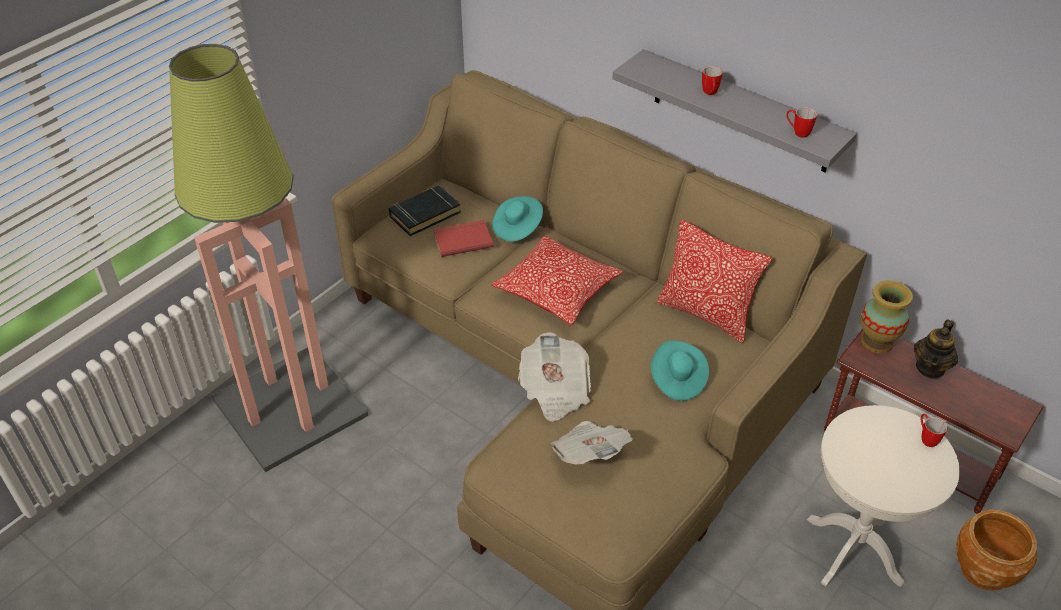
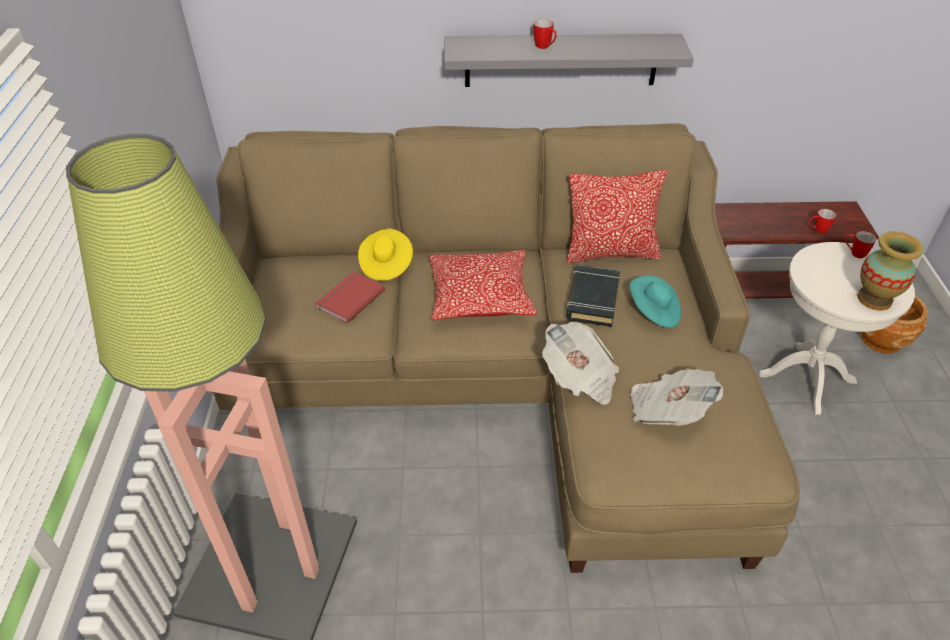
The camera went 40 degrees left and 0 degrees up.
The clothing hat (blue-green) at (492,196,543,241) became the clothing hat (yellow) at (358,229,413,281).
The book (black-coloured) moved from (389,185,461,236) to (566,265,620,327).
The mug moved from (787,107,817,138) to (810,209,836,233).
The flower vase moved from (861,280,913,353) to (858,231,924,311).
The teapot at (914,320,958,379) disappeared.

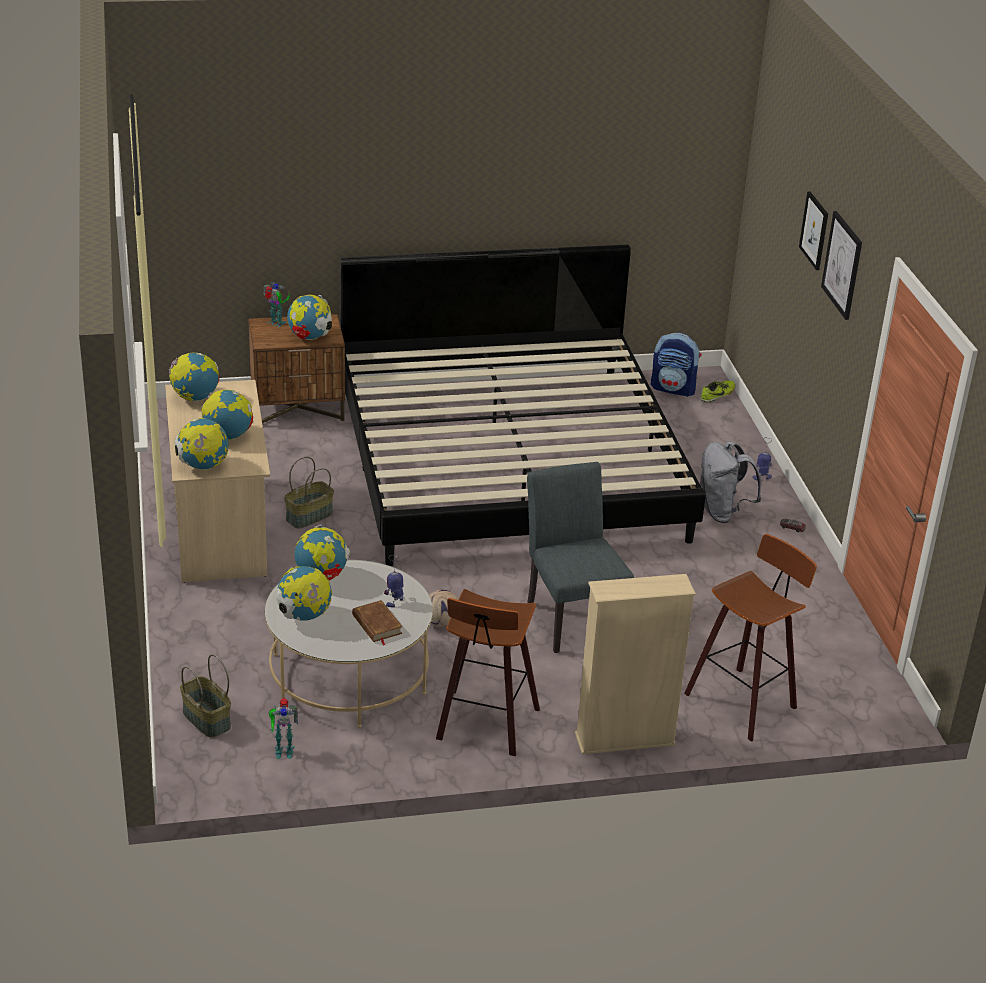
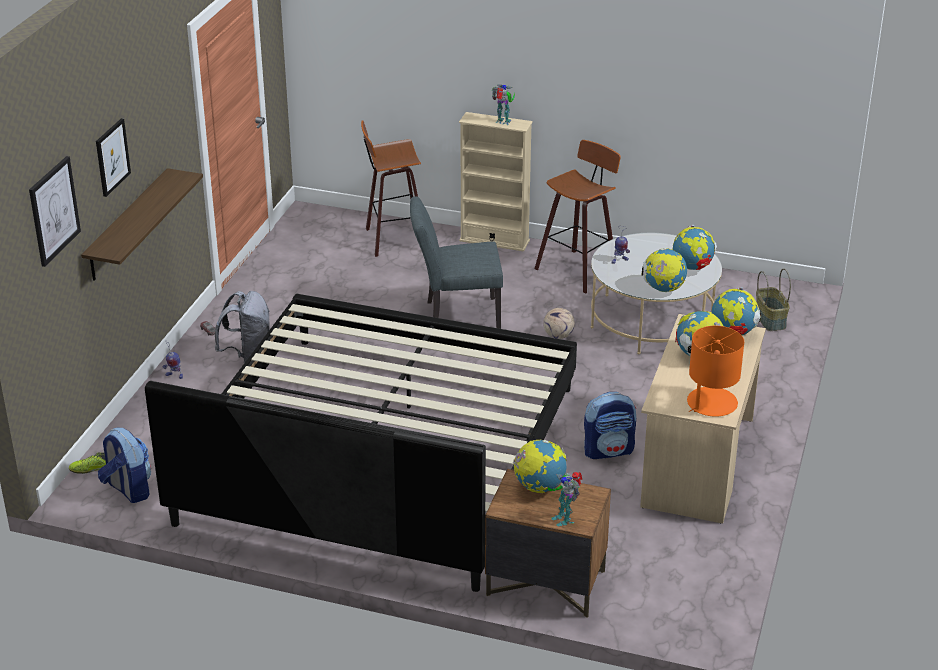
The camera went 150 degrees left and 0 degrees up.
The wall picture moved from (821,211,862,320) to (29,156,81,267).
The wall shelf at (81,168,203,281) appeared.
The upright chair (greyish) at (527,462,634,653) turned 75 degrees clockwise.
The model robot moved from (269,697,298,759) to (492,84,515,125).
The basket at (284,457,334,529) was replaced by the rucksack at (584,392,636,459).
The world globe at (169,353,220,401) was replaced by the table lamp (orangey) at (687,326,744,417).
The book (brown-coloured) at (352,600,402,645) disappeared.

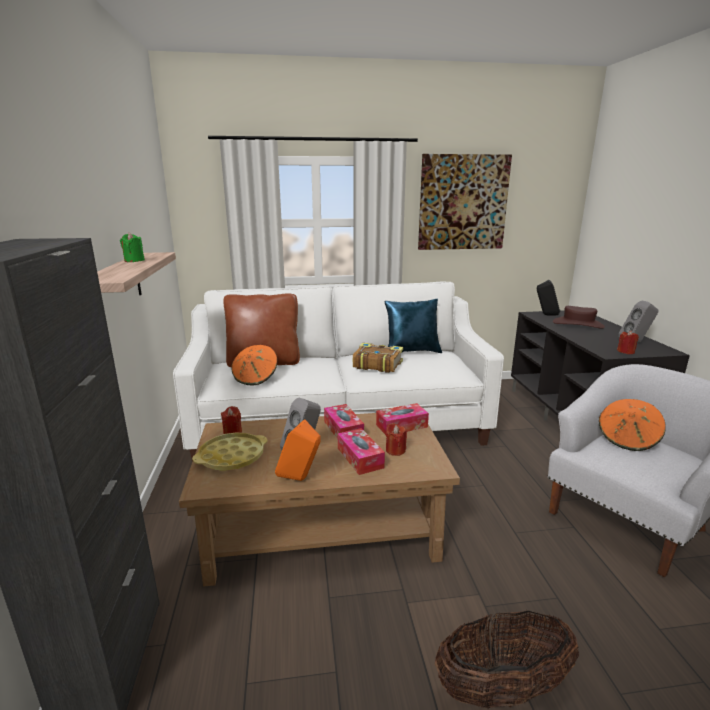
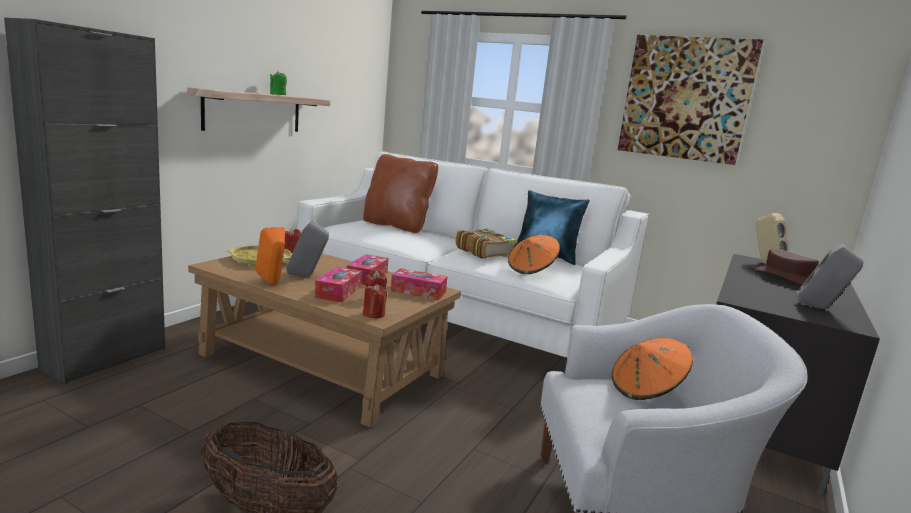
The camera went 35 degrees right and 5 degrees down.
The candle (red-coloured) moved from (617,331,639,354) to (363,284,387,318).
The clothing hat (orangey) moved from (231,345,277,385) to (508,235,560,274).
The audio speaker (black-coloured) at (537,280,561,316) became the audio speaker (beige) at (756,213,789,264).

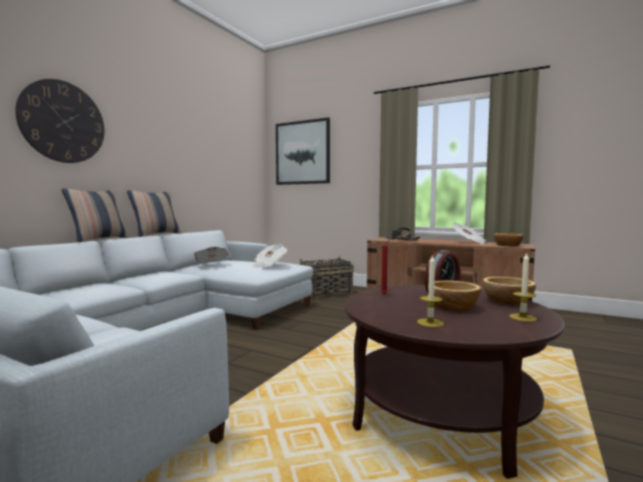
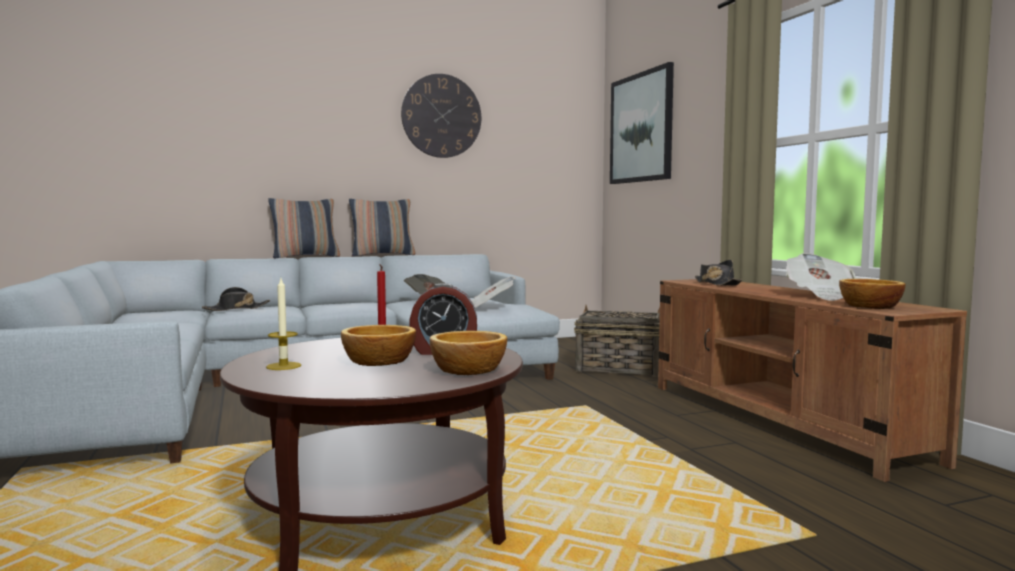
The camera went 40 degrees right and 0 degrees up.
The clothing hat (black-coloured) at (202,287,270,311) appeared.
The wall clock moved from (15,79,105,163) to (401,74,481,158).
The candle at (509,252,537,322) disappeared.

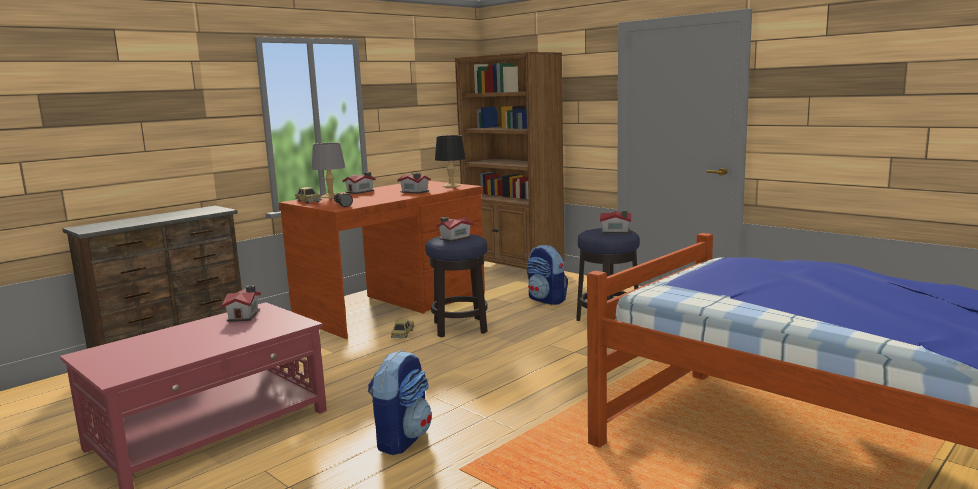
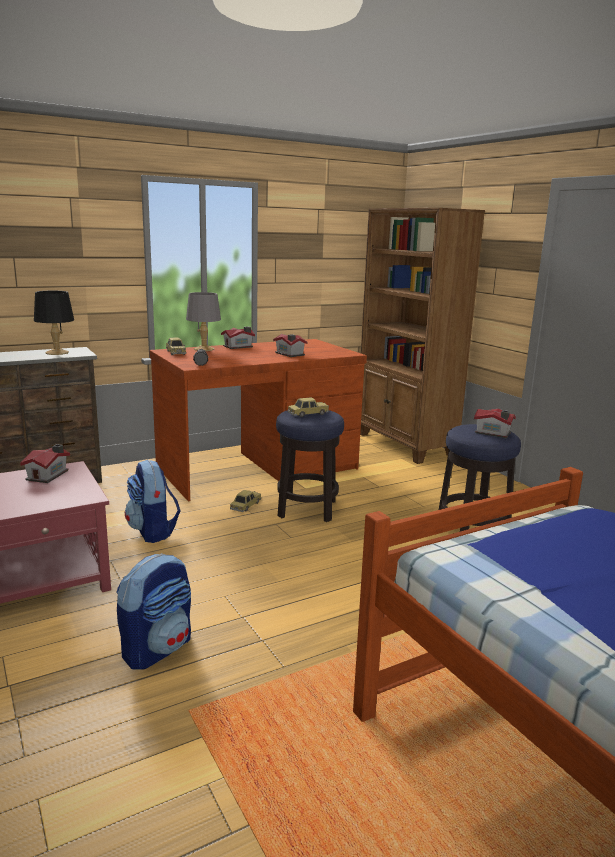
The camera went 15 degrees right and 5 degrees up.
The table lamp (black-coloured) moved from (435,135,466,187) to (34,291,74,355).
The rucksack moved from (527,245,568,305) to (125,460,180,543).
The model house at (436,217,473,242) was replaced by the model car at (288,397,329,417).

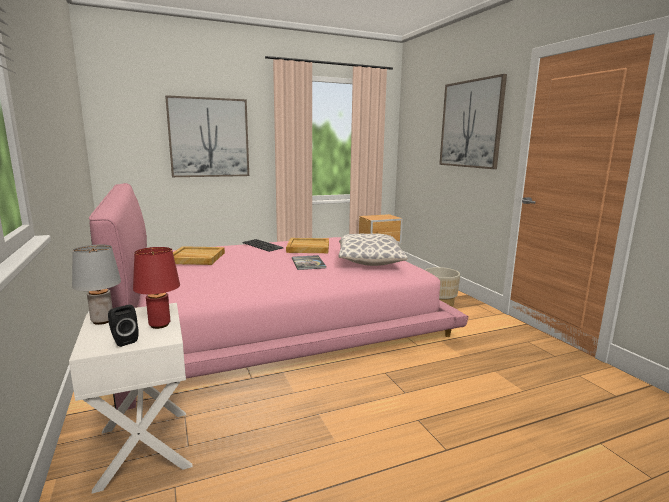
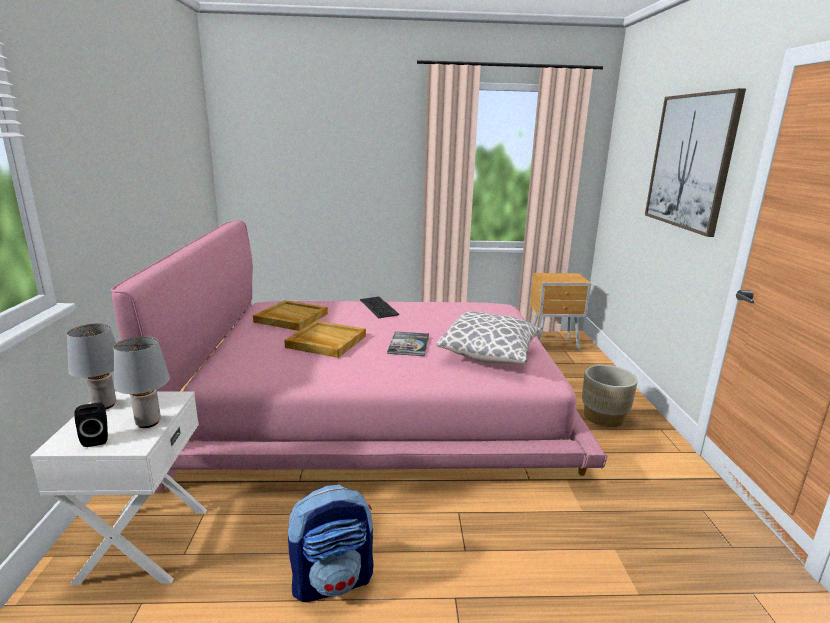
The camera went 20 degrees right and 5 degrees up.
The table lamp (red-coloured) at (133,247,180,329) became the table lamp (greyish) at (113,336,170,428).
The serving tray (beige) moved from (286,238,329,253) to (284,321,366,358).
The rucksack at (288,484,374,602) appeared.
The wall picture at (165,95,249,177) disappeared.

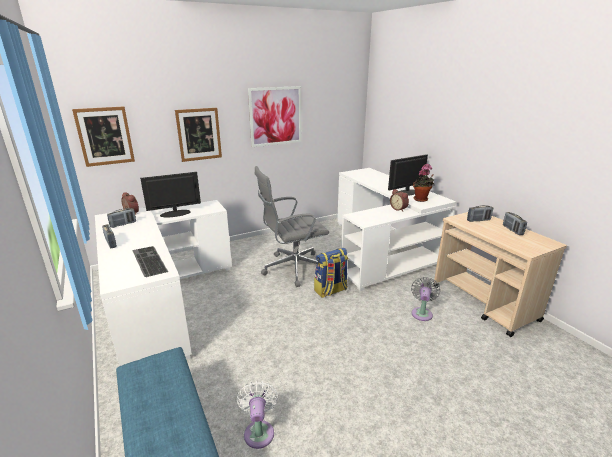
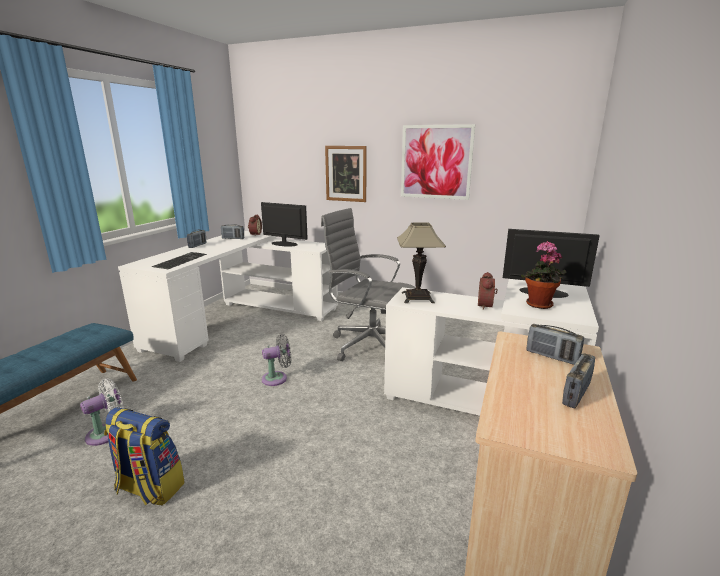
The camera went 50 degrees right and 5 degrees down.
The rucksack moved from (314,248,348,298) to (104,407,185,505).
The electric fan (greyish) moved from (411,277,440,321) to (262,334,291,386).
The table lamp at (397,222,446,303) appeared.
The wall picture at (72,106,135,167) disappeared.

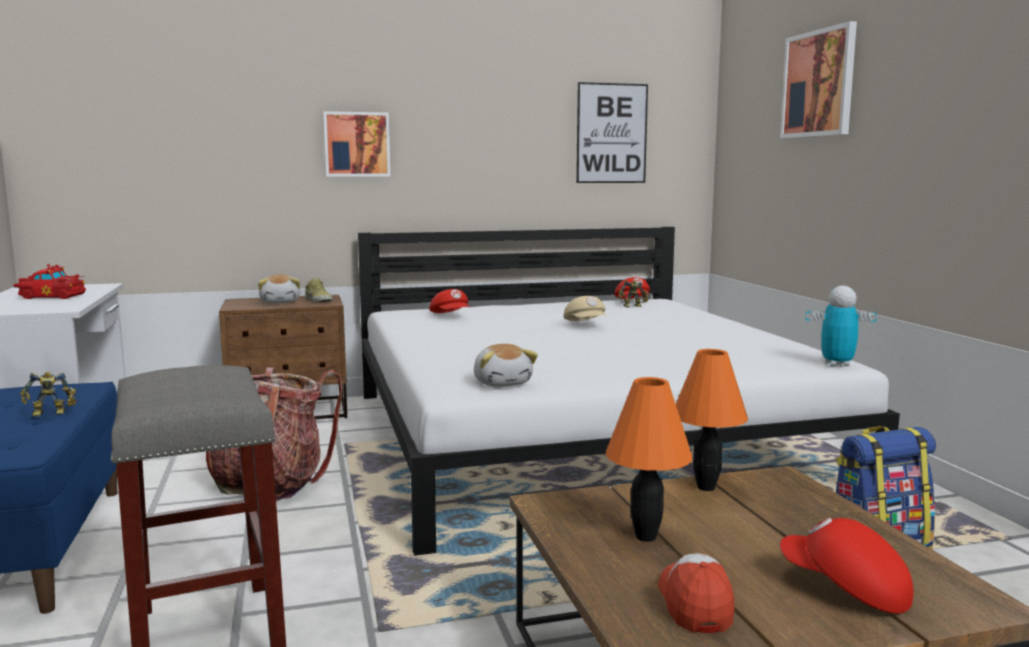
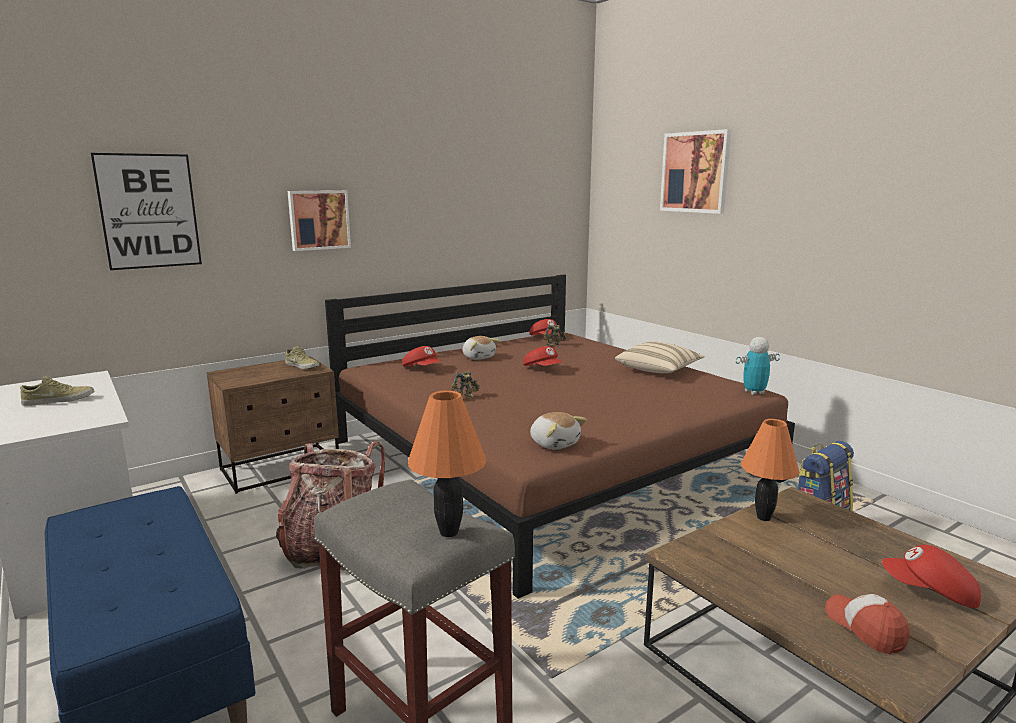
The camera went 20 degrees left and 5 degrees up.
The model car (red-coloured) at (14,264,86,299) was replaced by the shoe (beige) at (20,376,94,406).
The wall picture moved from (576,82,648,183) to (91,153,202,270).
The bed (white) at (358,227,900,556) became the bed (brown-coloured) at (325,274,795,599).
The table lamp (orangey) moved from (605,377,692,542) to (408,390,487,537).
The model robot moved from (20,372,76,417) to (451,371,480,400).
The plush toy moved from (258,274,300,303) to (462,336,499,360).
The peaked cap (beige) at (563,296,607,321) became the peaked cap (red-coloured) at (523,346,562,366).
The cushion (beige) at (615,341,705,373) appeared.

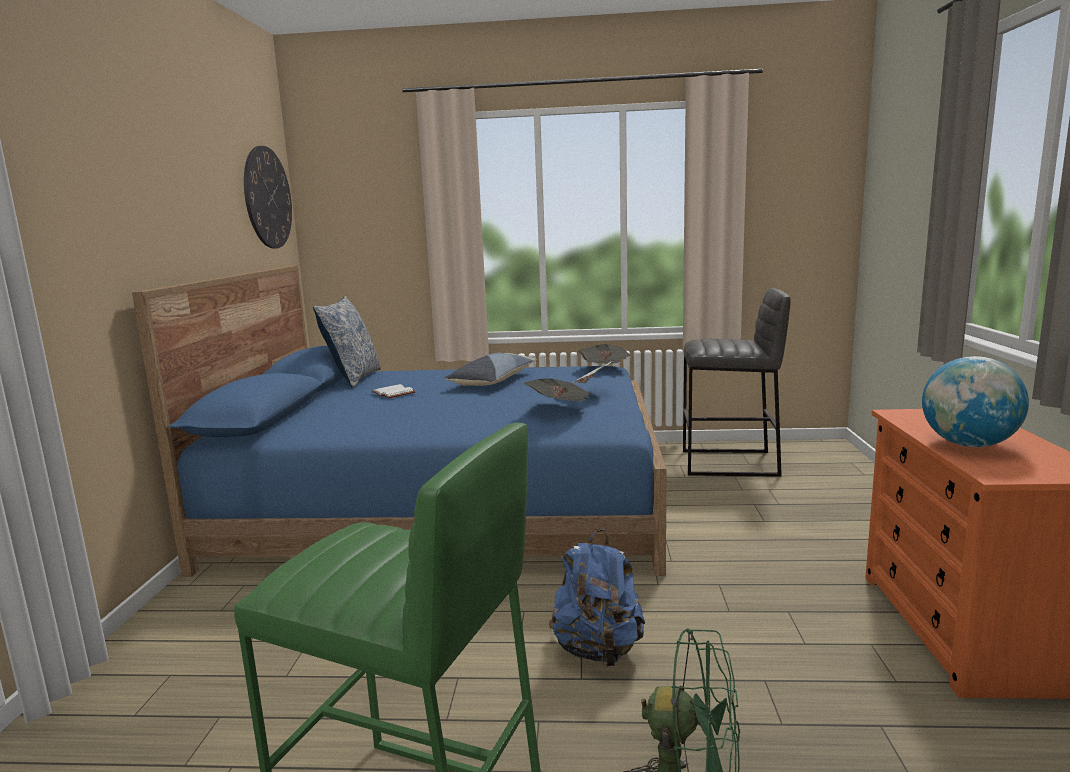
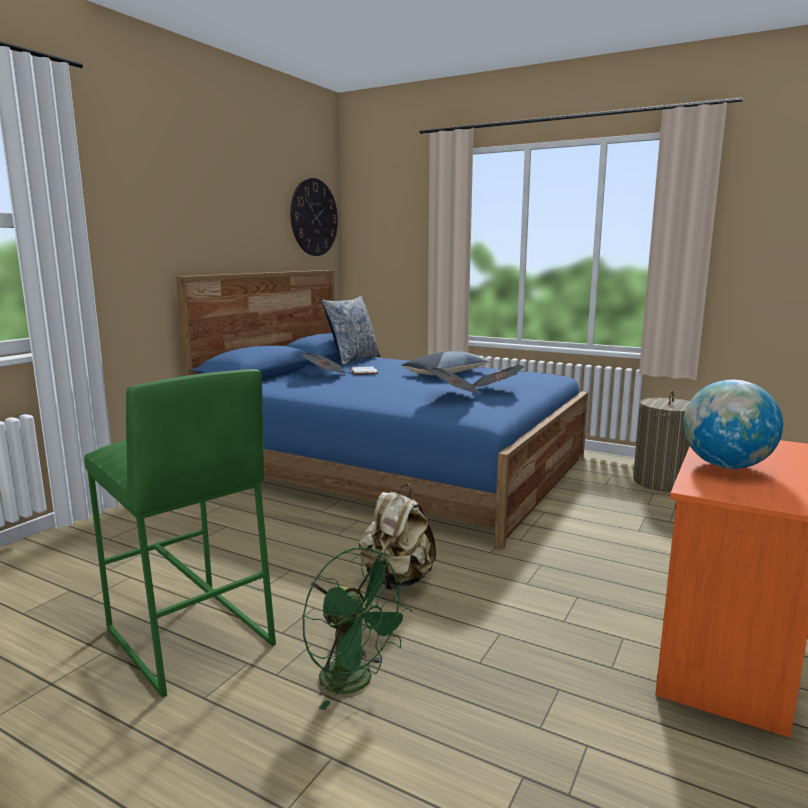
The camera went 25 degrees right and 0 degrees up.
The printed paper moved from (578,344,630,364) to (300,353,348,373).
The rucksack (blue) at (549,529,645,667) became the rucksack (beige) at (359,484,436,590).
The sitting stool (greyish) at (683,288,791,477) was replaced by the washing basket at (633,390,690,492).

